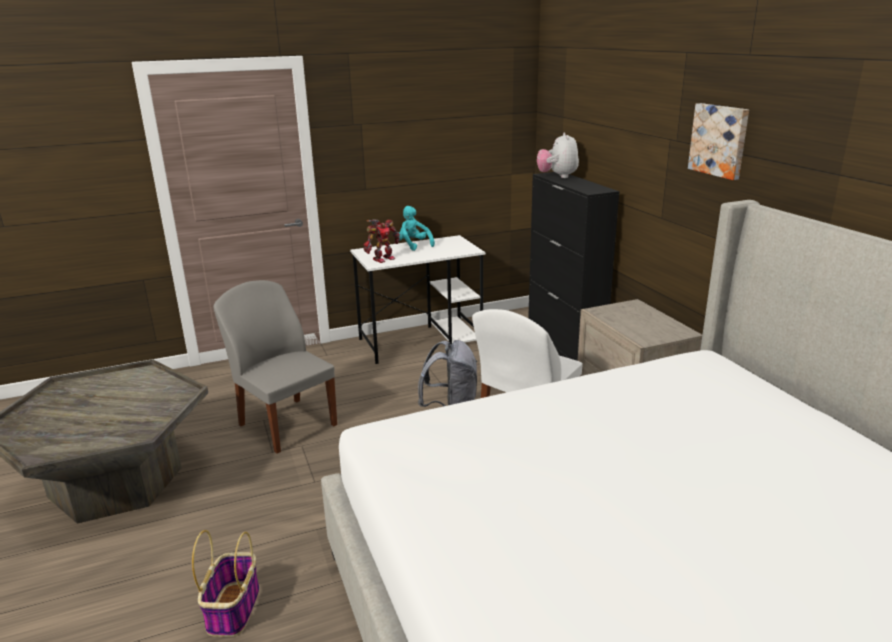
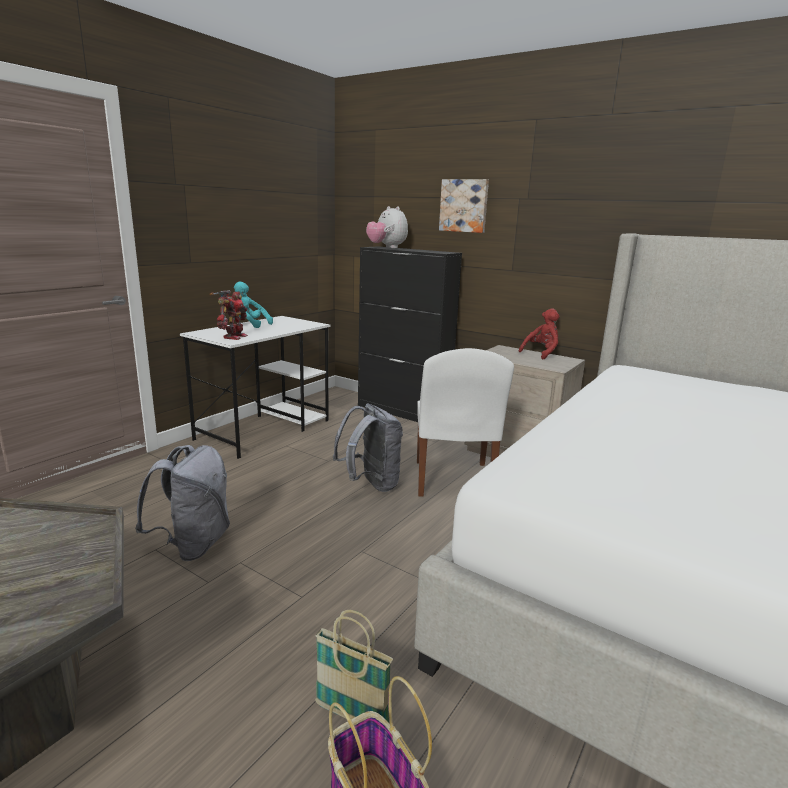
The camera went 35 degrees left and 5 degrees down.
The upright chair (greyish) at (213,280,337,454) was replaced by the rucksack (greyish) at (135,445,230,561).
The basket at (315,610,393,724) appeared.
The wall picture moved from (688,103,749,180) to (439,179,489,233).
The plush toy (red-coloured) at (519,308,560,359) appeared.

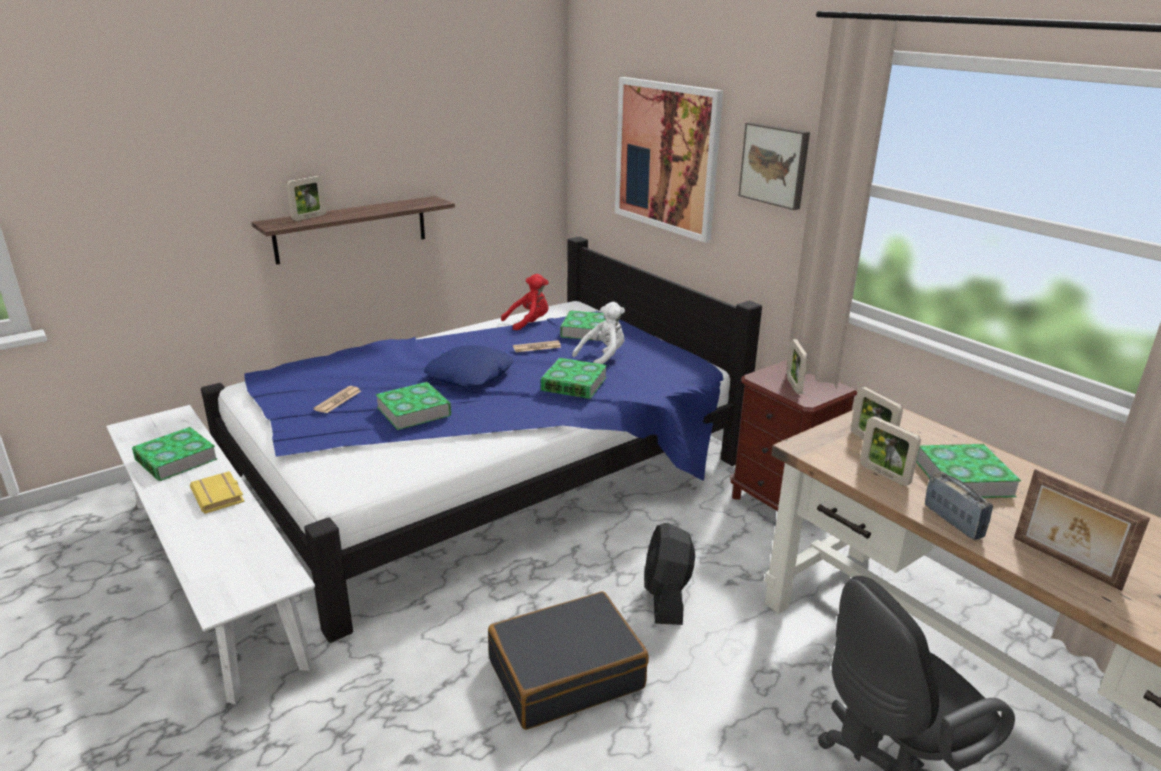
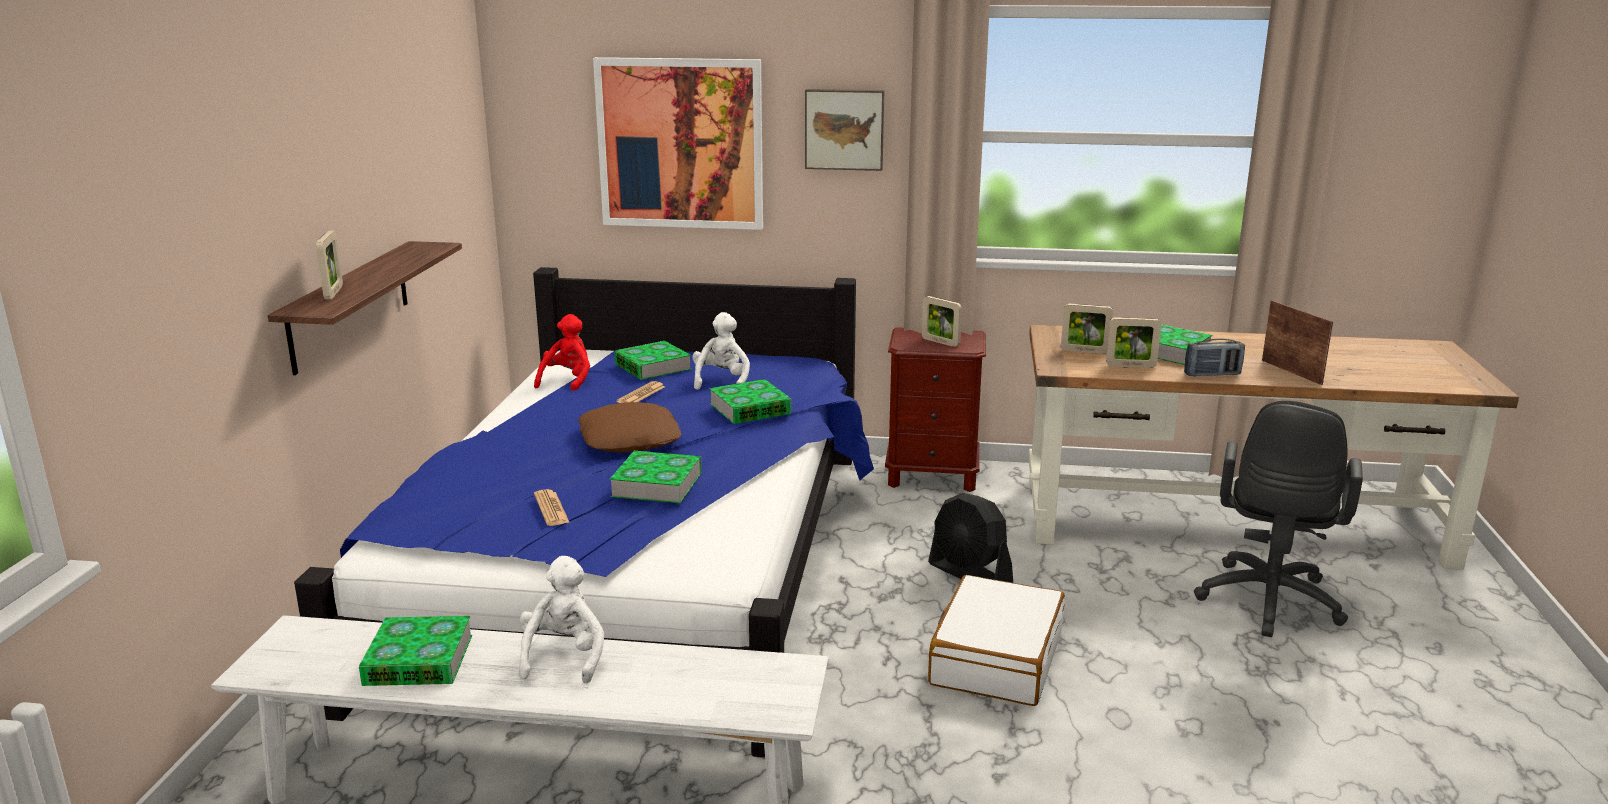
The camera went 45 degrees left and 5 degrees down.
The book (yellow) at (190,471,244,514) was replaced by the plush toy (white) at (519,556,604,684).
The cushion (blue) at (424,345,514,387) became the cushion (brown-coloured) at (578,402,681,453).
The piece of luggage (black-coloured) at (488,591,649,730) became the piece of luggage (white) at (928,575,1065,706).
The radio set at (925,471,993,540) turned 150 degrees clockwise.
The standing frame at (1014,469,1150,591) turned 120 degrees counterclockwise.

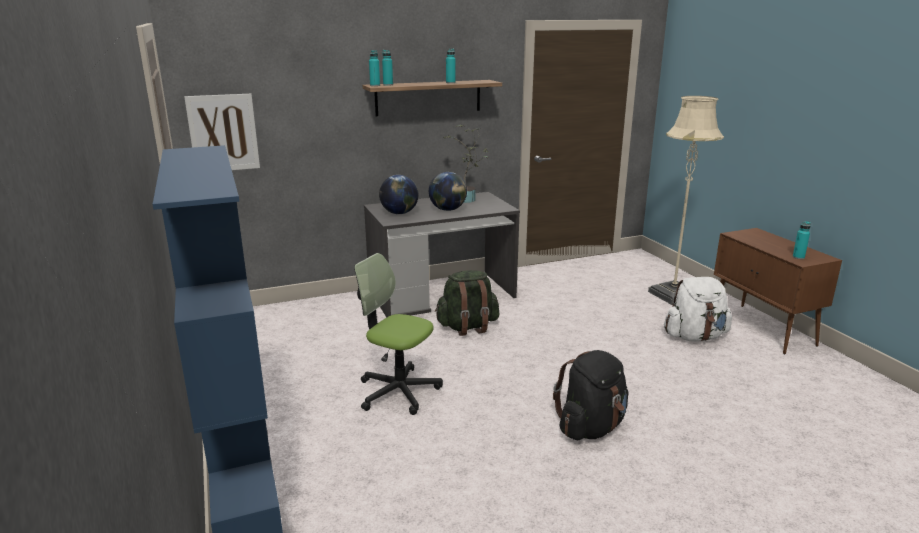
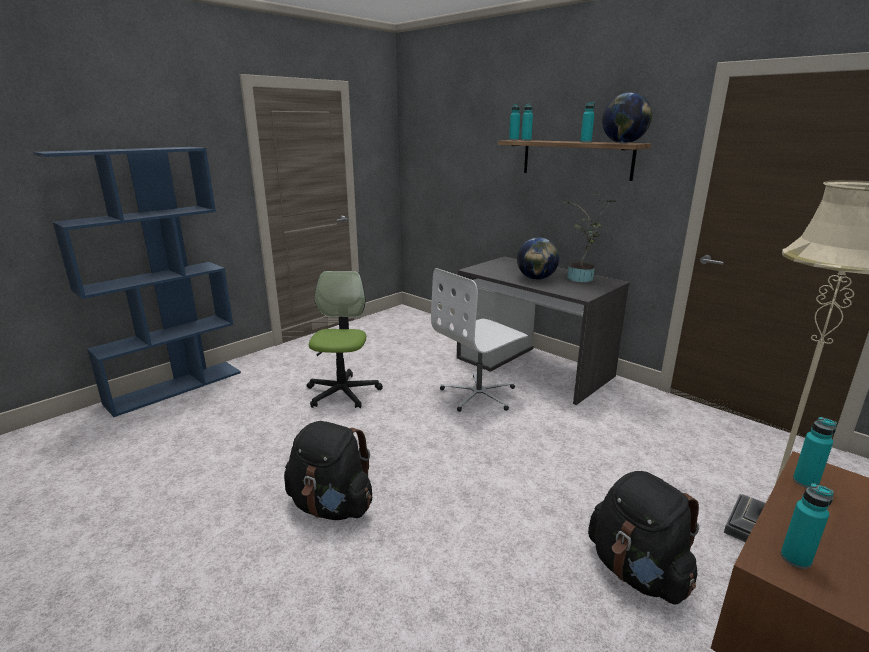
The camera went 65 degrees right and 0 degrees up.
The rucksack (green) at (435,270,499,336) was replaced by the desk chair (white) at (431,268,528,412).
The rucksack (white) at (664,277,732,342) became the rucksack (black-coloured) at (588,471,699,604).
The world globe moved from (379,175,419,214) to (602,92,652,143).
The drink bottle (blue-green) at (793,417,837,488) appeared.
The wall picture at (184,94,260,170) disappeared.

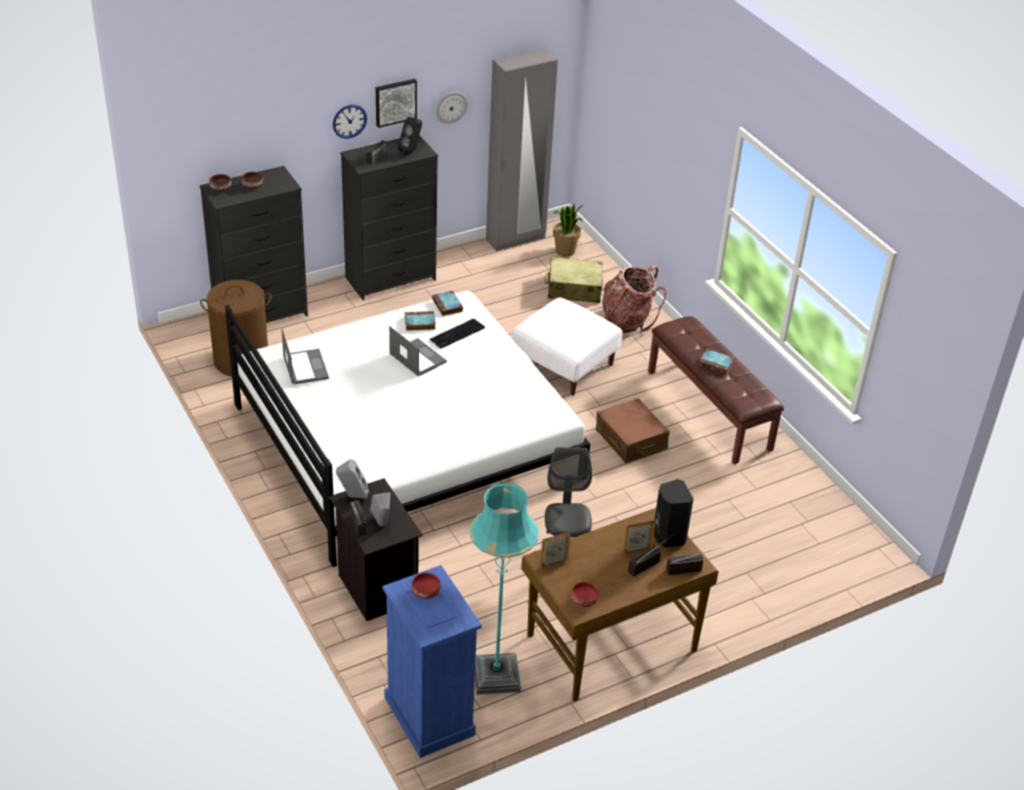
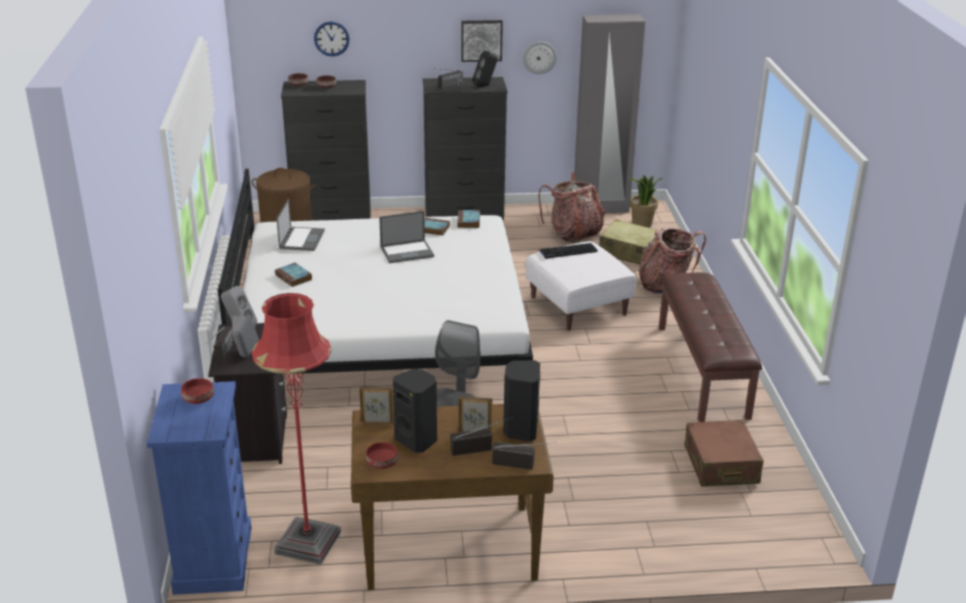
The camera went 25 degrees right and 10 degrees down.
The standard lamp (blue-green) at (470,483,539,695) became the standard lamp (red-coloured) at (252,293,341,565).
The book moved from (698,349,734,375) to (275,263,312,287).
The wall clock moved from (333,105,367,139) to (314,22,349,56).
The notebook computer at (389,326,447,377) turned 90 degrees clockwise.
The audio speaker (black-coloured) at (393,369,437,453) appeared.
The rucksack at (538,173,605,244) appeared.
The computer keyboard moved from (430,319,485,349) to (540,243,597,259).
The piece of luggage (brown-coloured) moved from (596,398,670,463) to (685,420,764,487).

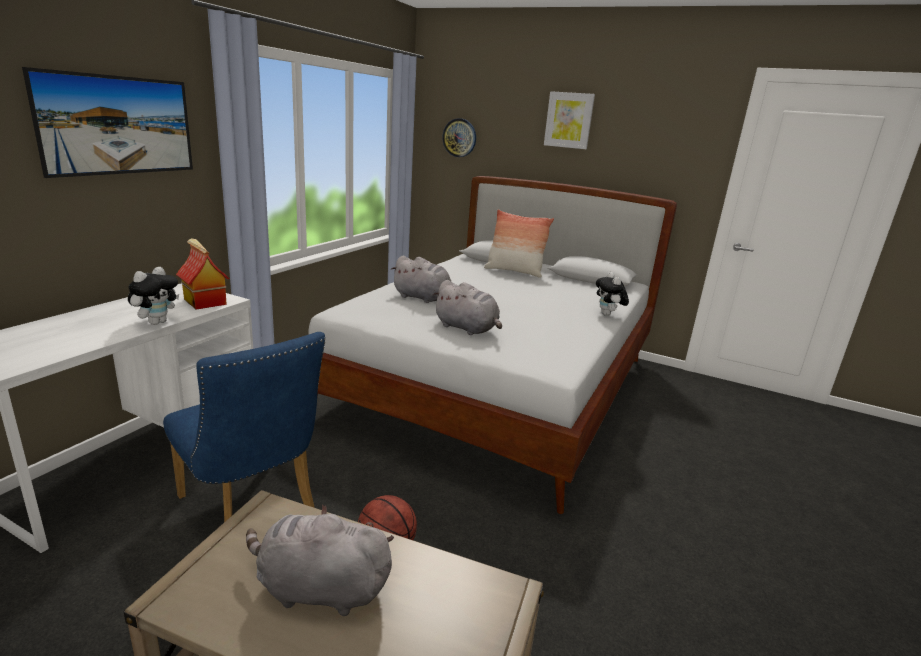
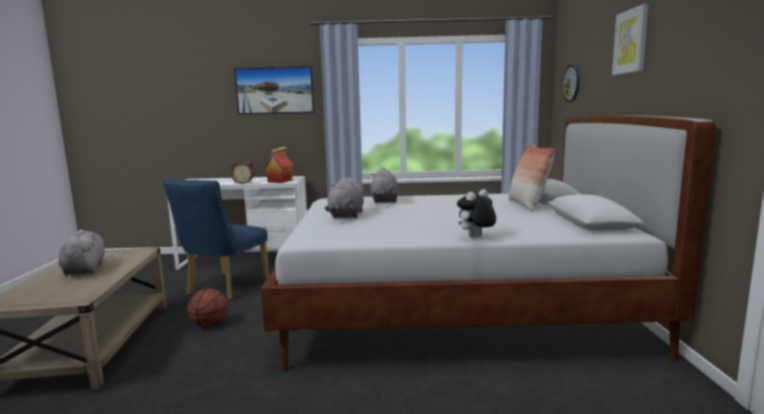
The camera went 65 degrees right and 10 degrees down.
The plush toy at (128,267,179,325) was replaced by the alarm clock at (231,160,254,184).

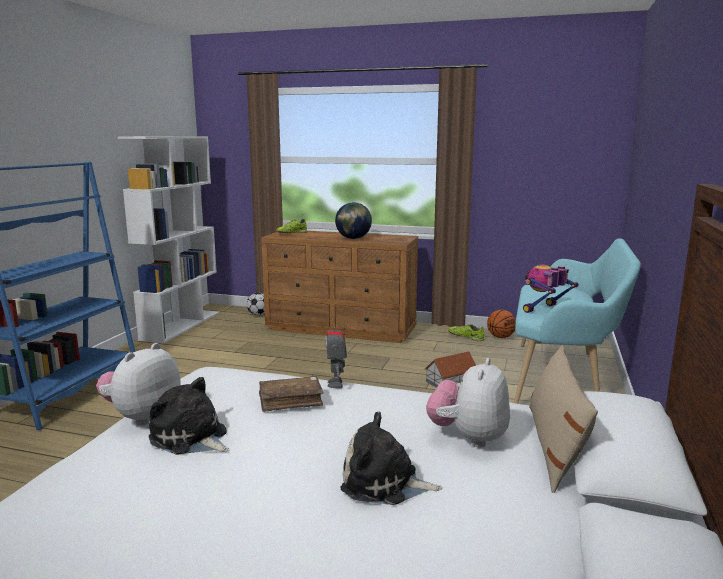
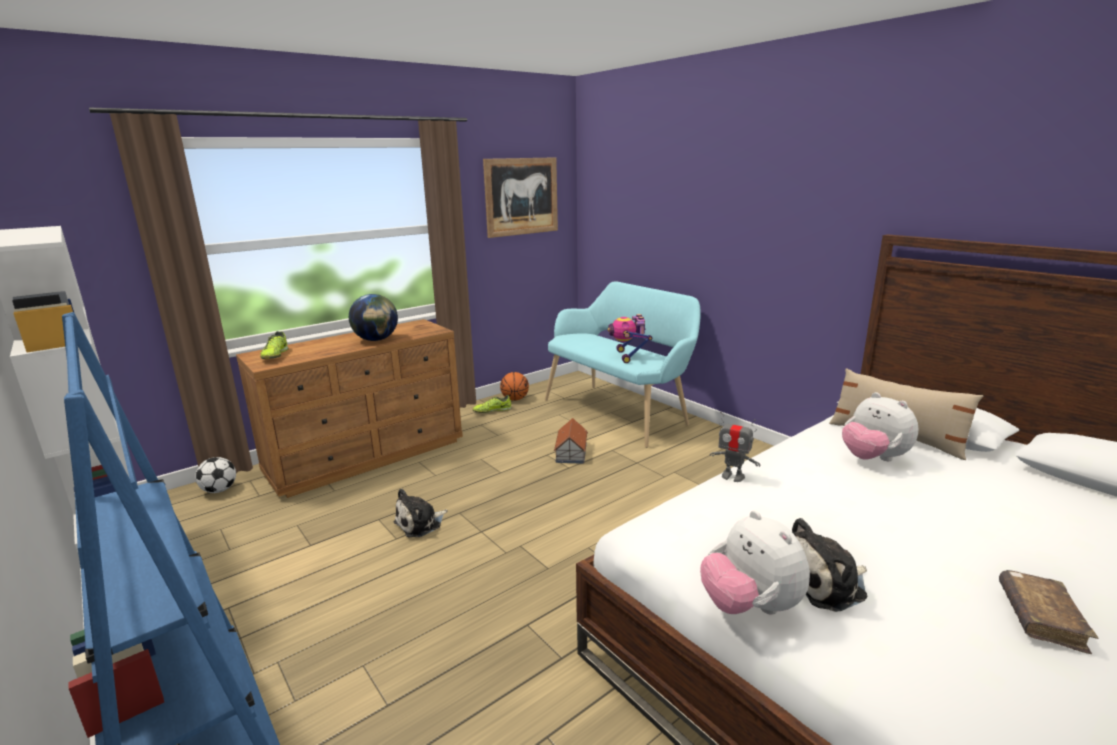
The camera went 55 degrees left and 5 degrees up.
The plush toy moved from (341,412,442,505) to (393,488,448,537).
The wall picture at (483,157,558,238) appeared.
The book (brown-coloured) moved from (259,376,324,412) to (999,570,1098,654).

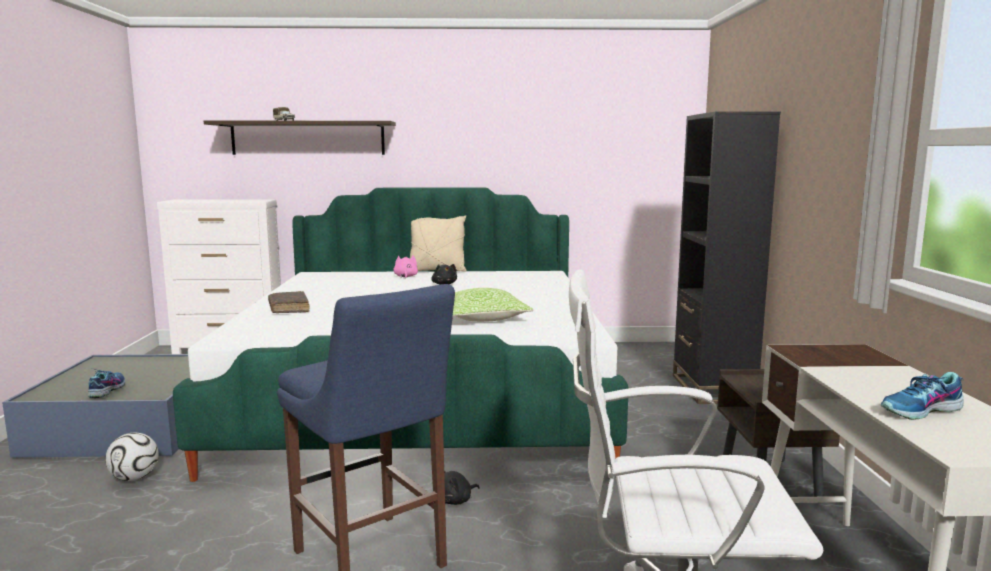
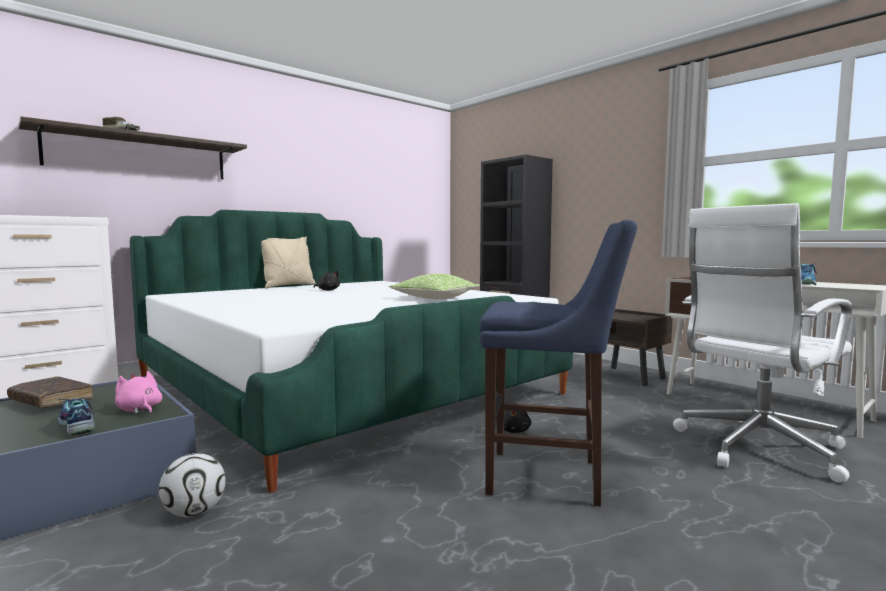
The camera went 40 degrees left and 5 degrees down.
The book (brown-coloured) moved from (268,291,310,313) to (7,376,93,408).
The plush toy (pink) moved from (393,255,418,278) to (115,371,162,414).

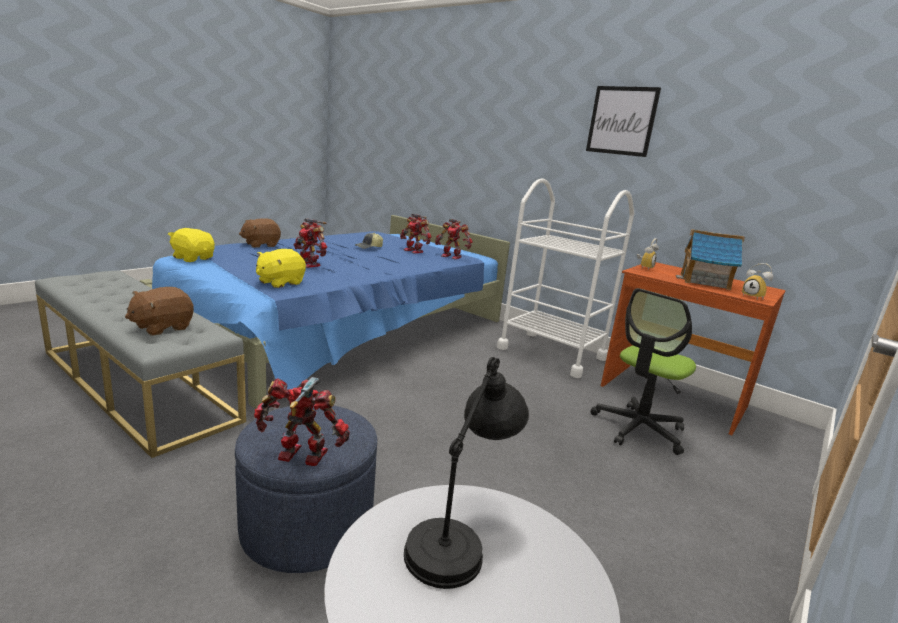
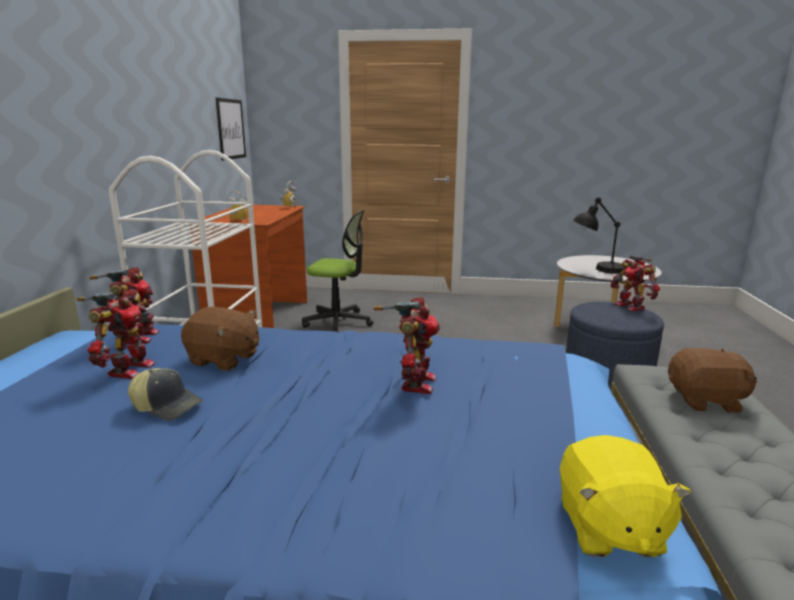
The camera went 120 degrees left and 0 degrees up.
The plush toy (brown-coloured) moved from (239,218,281,248) to (181,307,259,371).
The wall picture moved from (586,86,661,157) to (216,98,246,161).
The plush toy (yellow) at (256,249,306,288) disappeared.
The model house at (676,229,745,290) disappeared.

